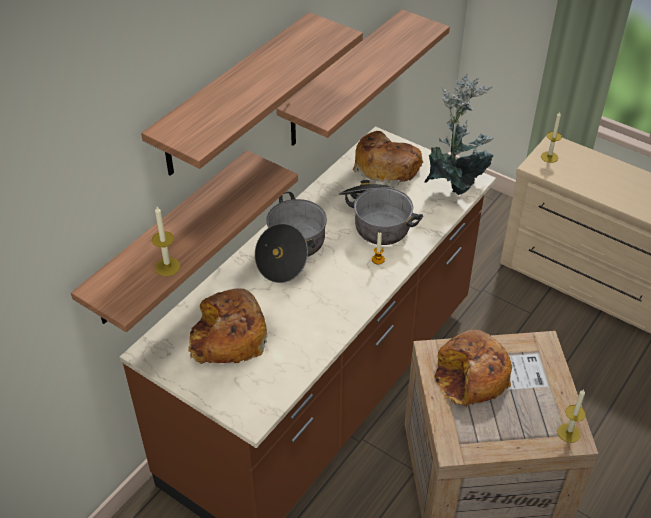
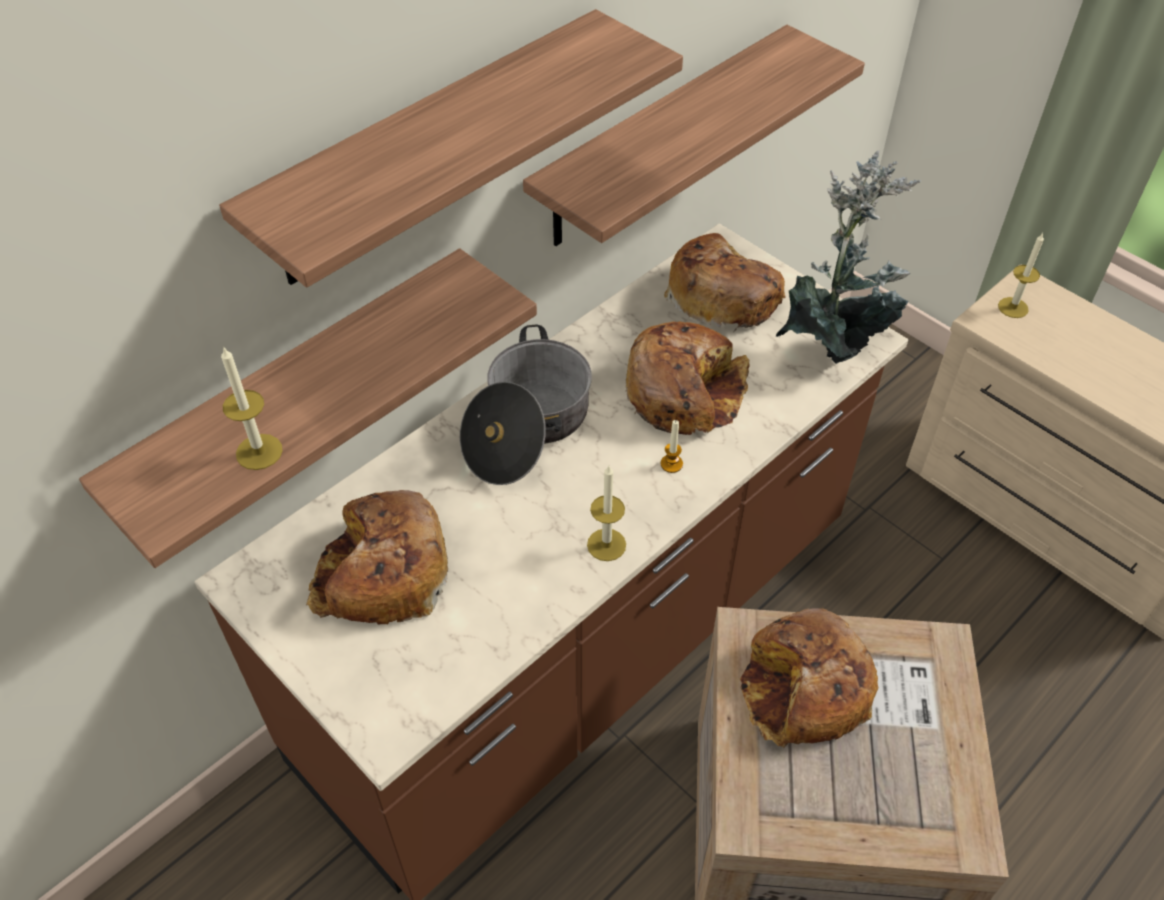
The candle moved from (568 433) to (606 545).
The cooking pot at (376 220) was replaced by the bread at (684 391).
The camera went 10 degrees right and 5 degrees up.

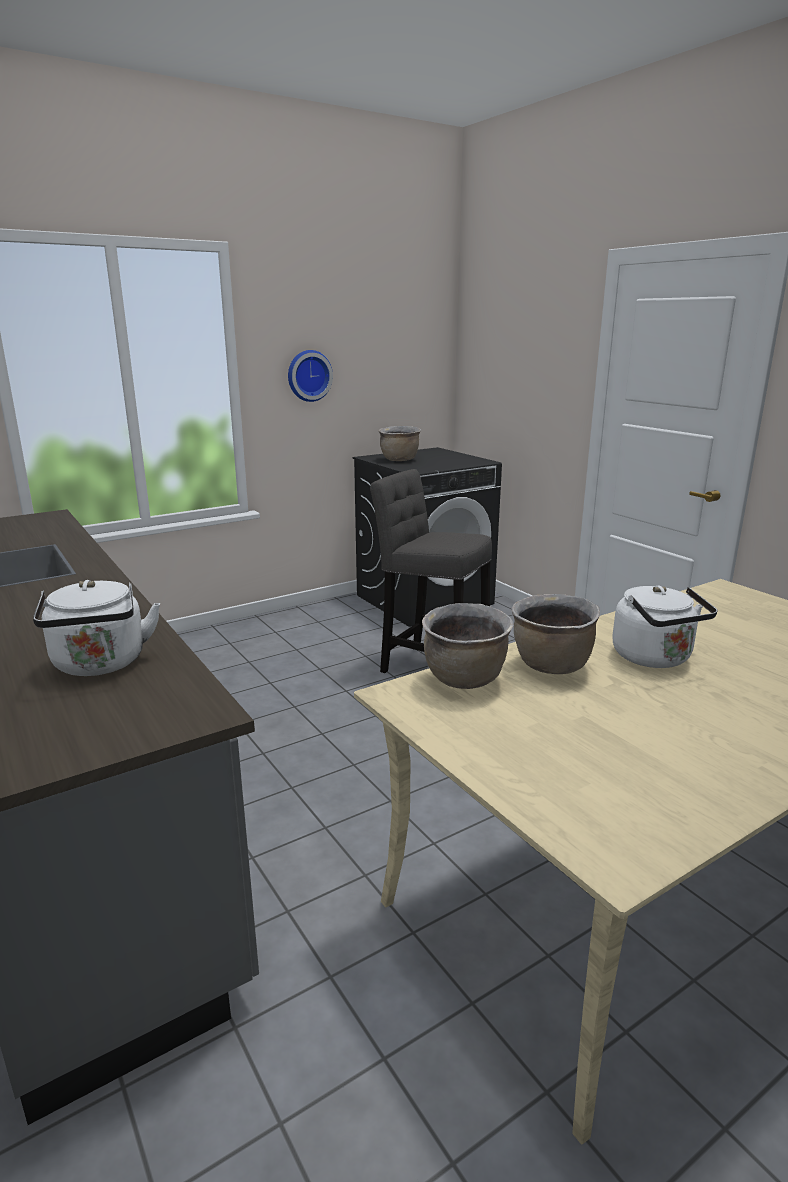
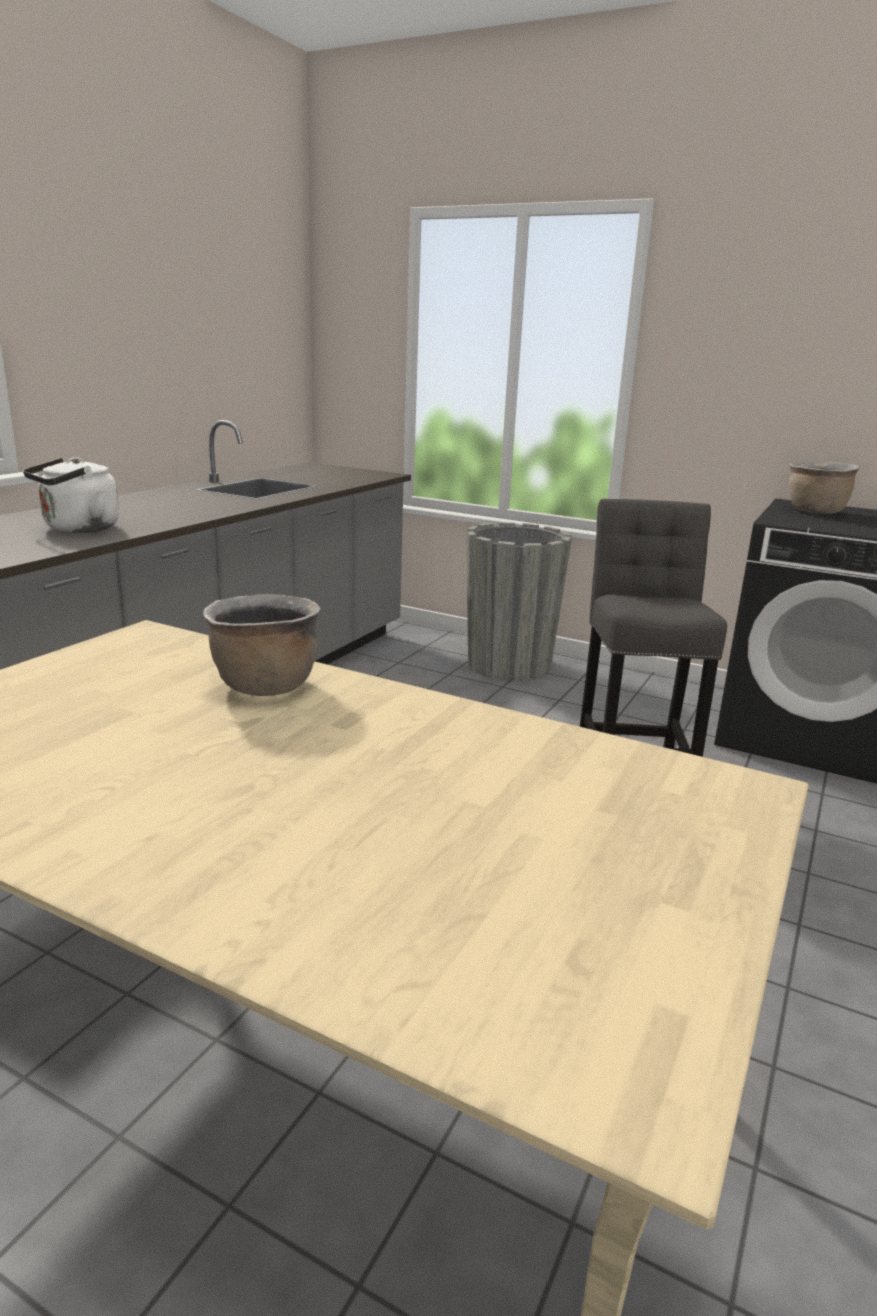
The grey planter at (509 665) appeared.
The wall clock at (308 375) disappeared.
The brown cooking pot at (465 679) disappeared.
The white kettle at (655 658) disappeared.
The camera went 60 degrees right and 0 degrees up.

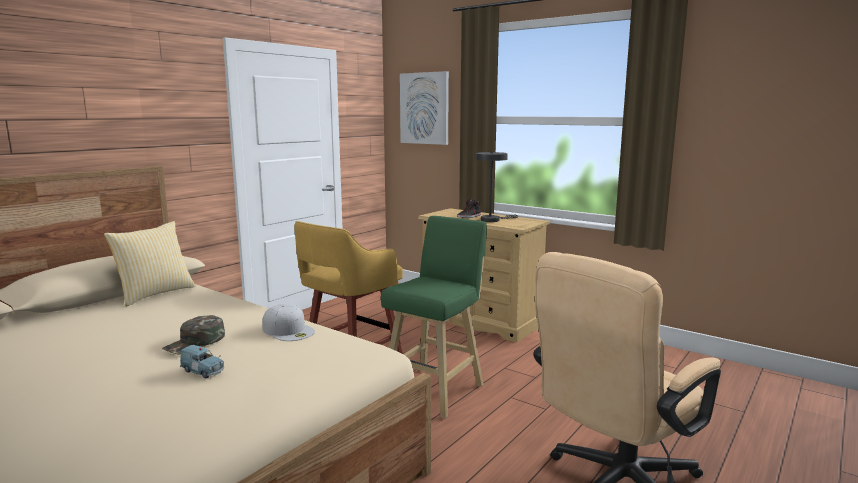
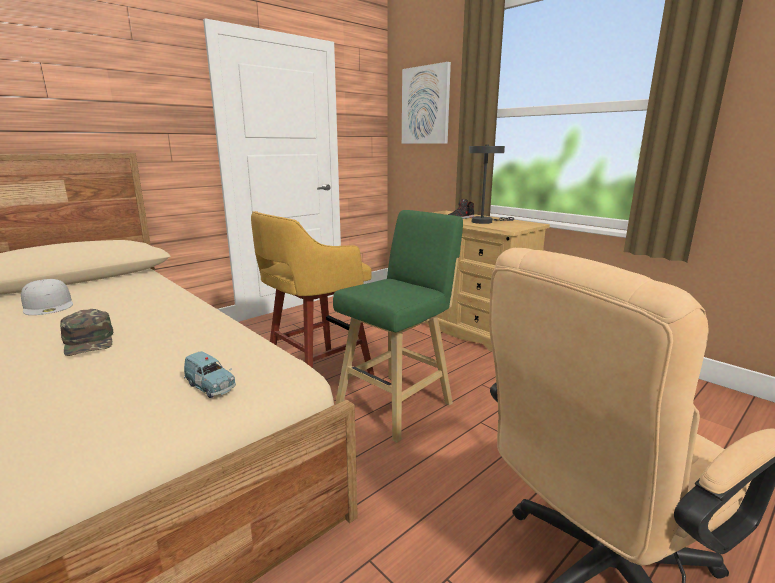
The white cap moved from (289 330) to (49 305).
The green cap at (195 343) turned 75 degrees counterclockwise.
The blue toy car moved from (203 371) to (211 386).
The pillow at (154 294) disappeared.
The camera went 10 degrees right and 5 degrees up.

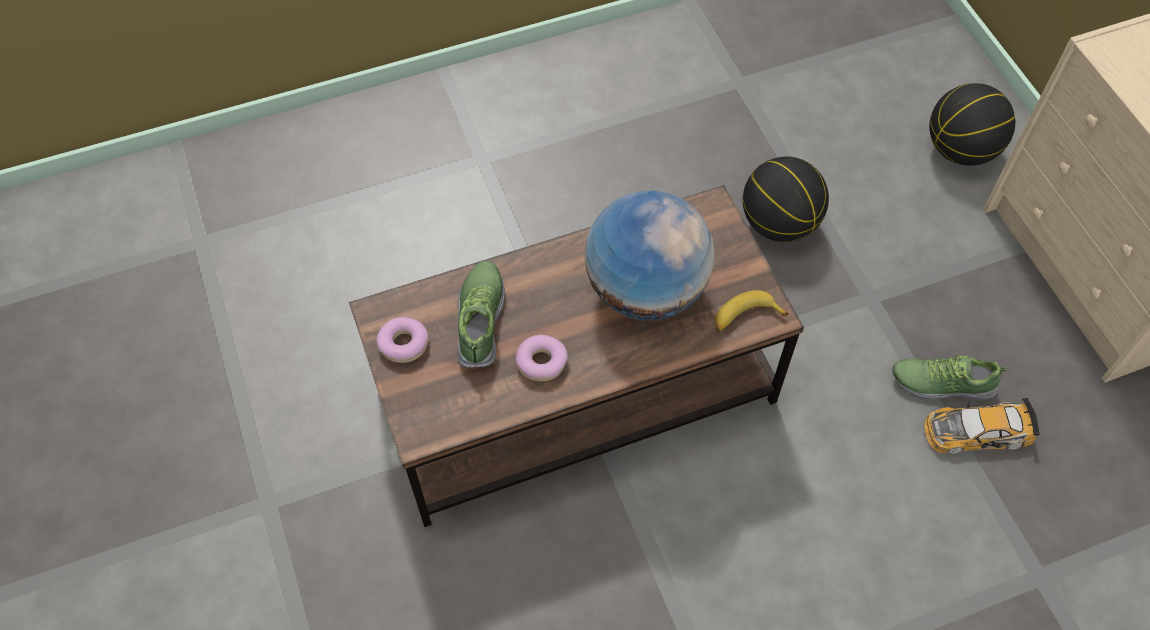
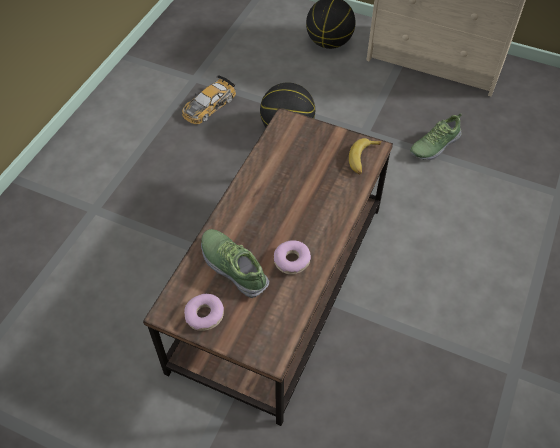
The toy car moved from (976 431) to (208 106).
The globe at (645 289) disappeared.
The camera went 45 degrees left and 5 degrees down.

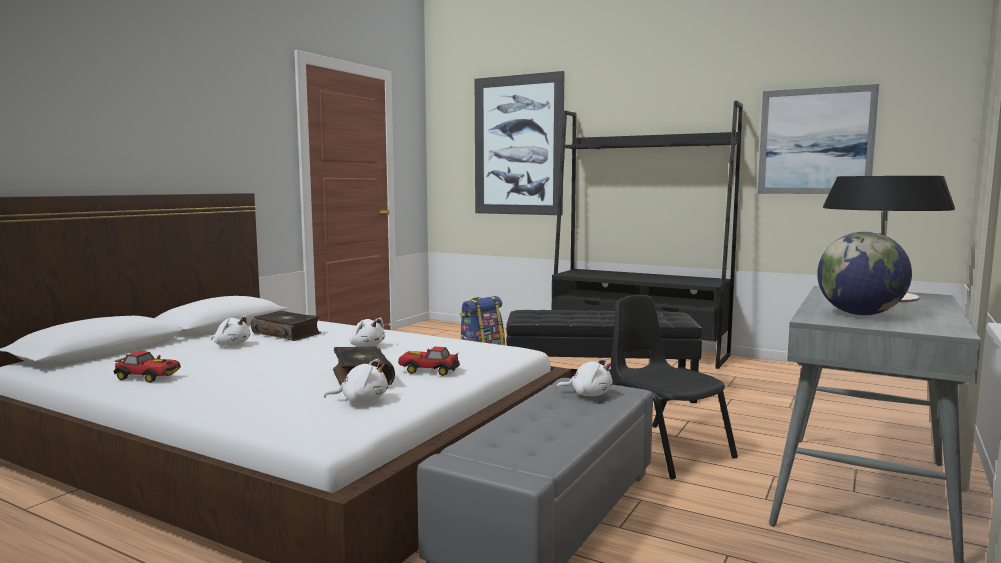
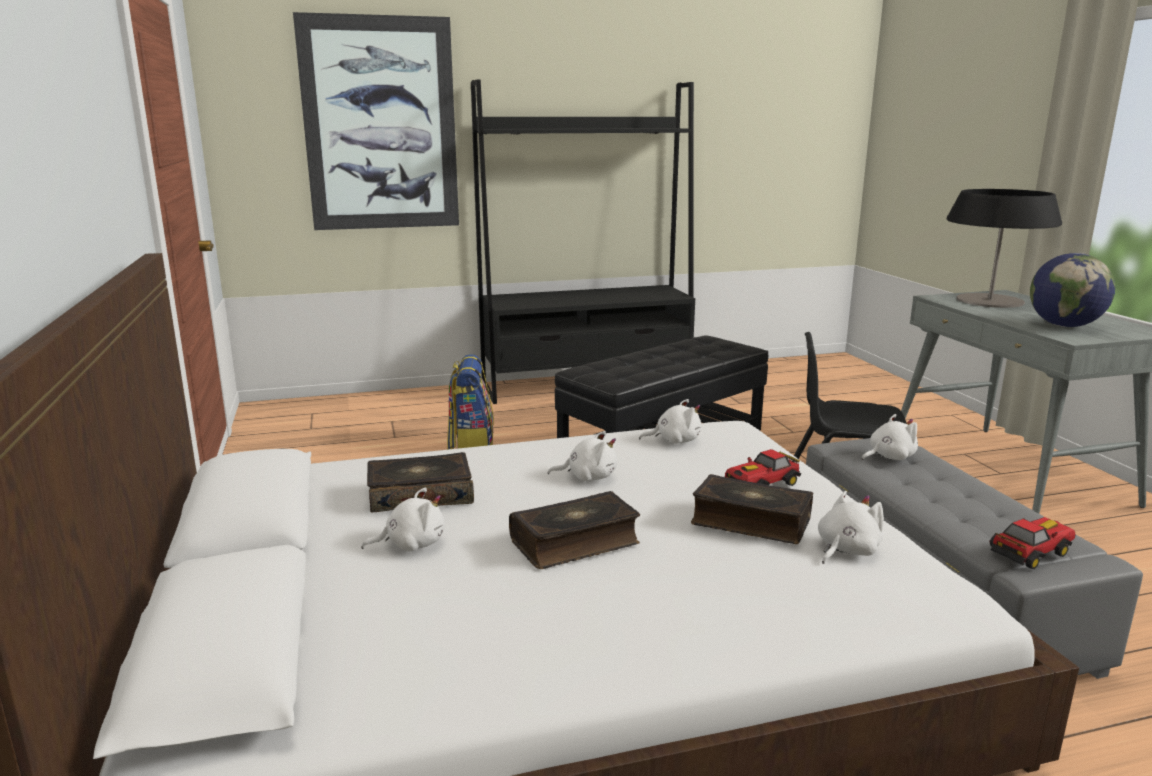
The book at (575 542) appeared.
The white plush toy at (674 440) appeared.
The toy car moved from (148 377) to (1031 552).
The picture at (815 141) disappeared.
The camera went 45 degrees left and 10 degrees up.

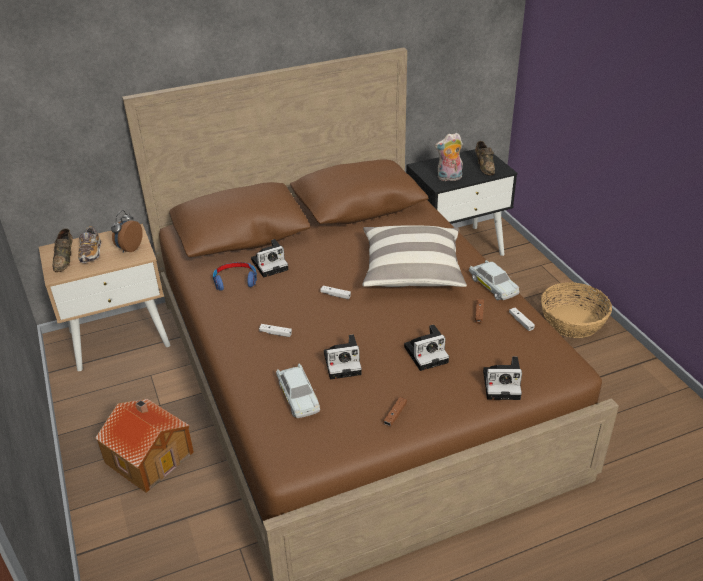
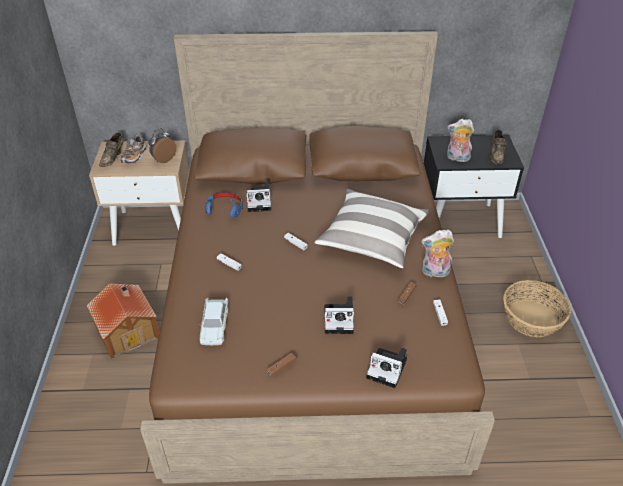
The white toy car at (493 286) was replaced by the plush toy at (434 273).
The photo camera at (344 363) disappeared.
The camera went 20 degrees right and 5 degrees up.

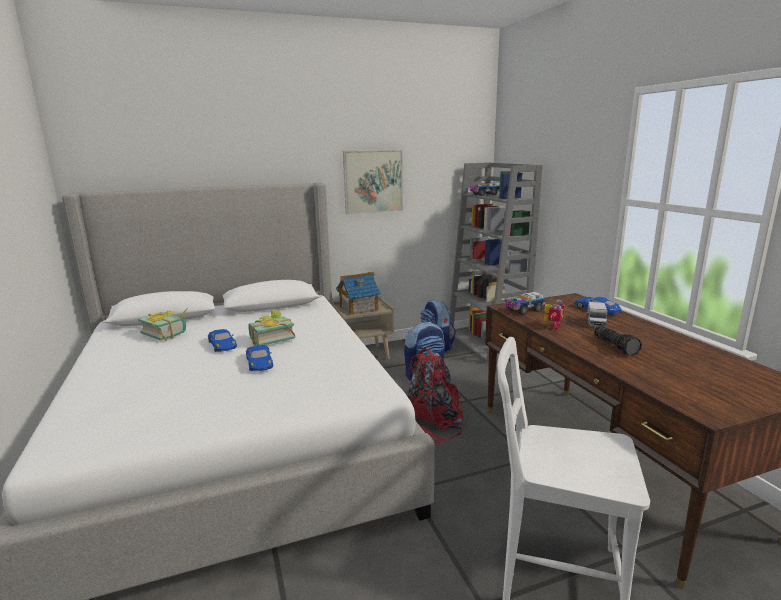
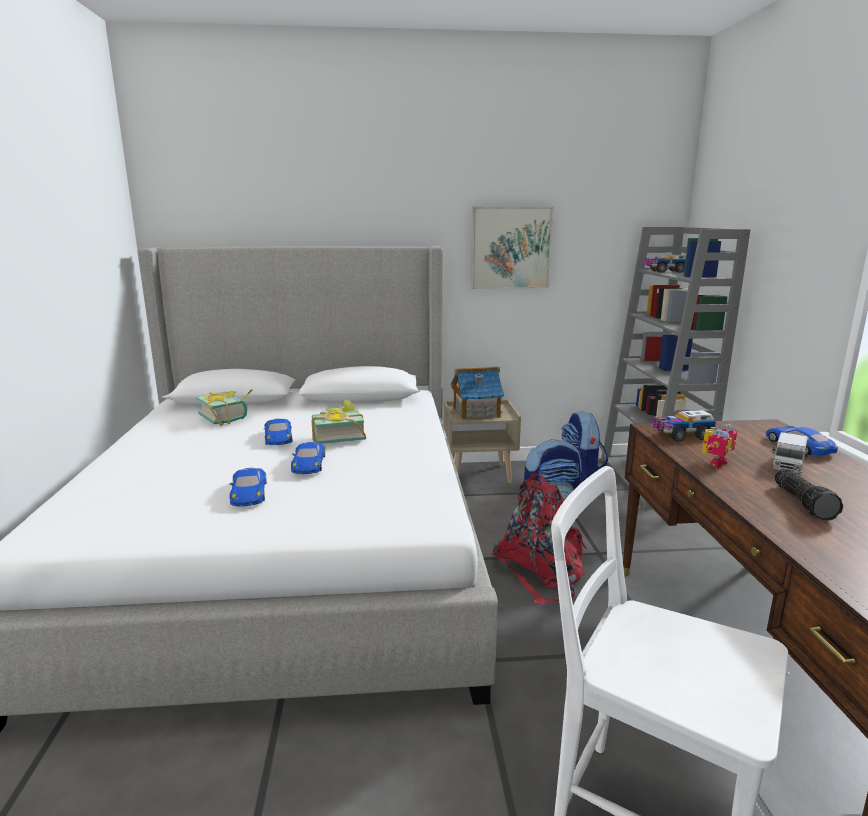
The blue toy car at (249 493) appeared.
The camera went 15 degrees right and 0 degrees up.

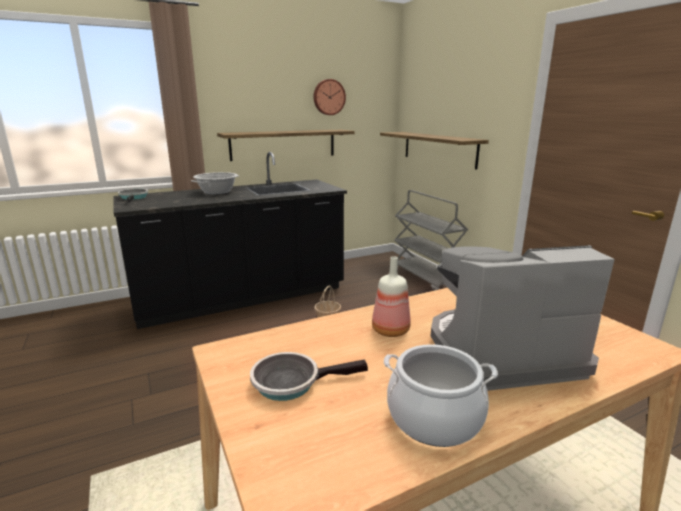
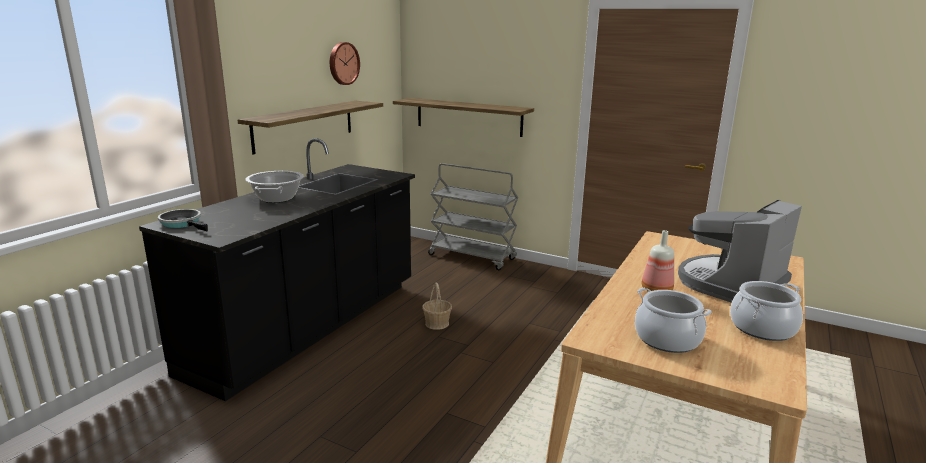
The frying pan at (291 382) was replaced by the cooking pot at (667 339).
The camera went 35 degrees left and 0 degrees up.

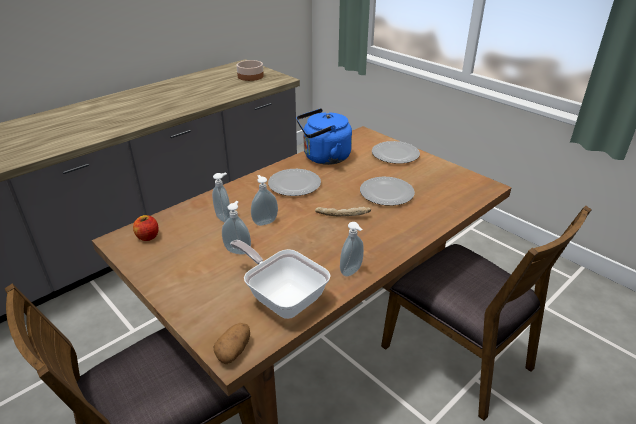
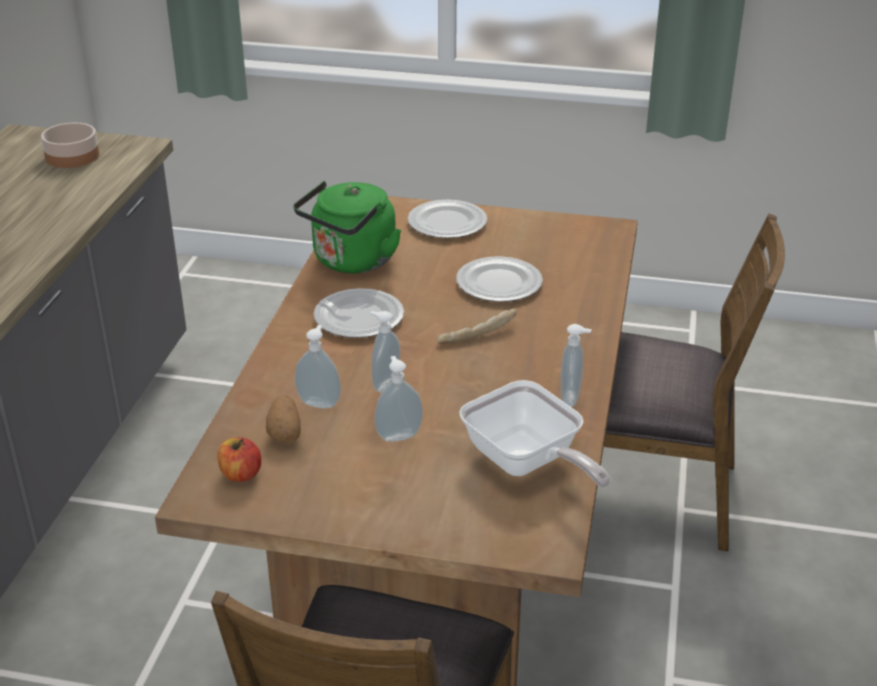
The potato moved from (234 351) to (285 432).
The blue kettle at (324 157) became the green kettle at (351 262).
The frying pan at (282 297) turned 135 degrees counterclockwise.
The camera went 35 degrees left and 0 degrees up.

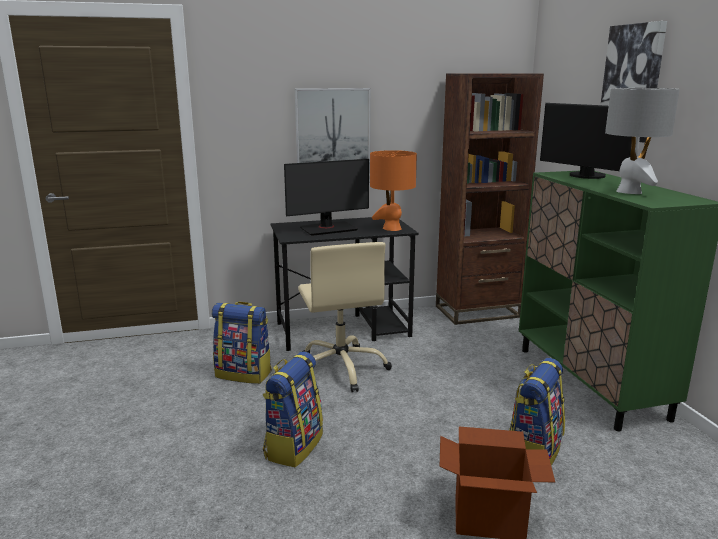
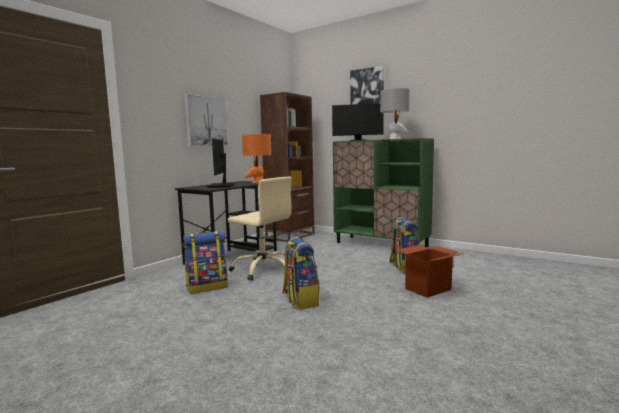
The monitor at (328 229) turned 150 degrees clockwise.
The camera went 40 degrees left and 10 degrees down.

